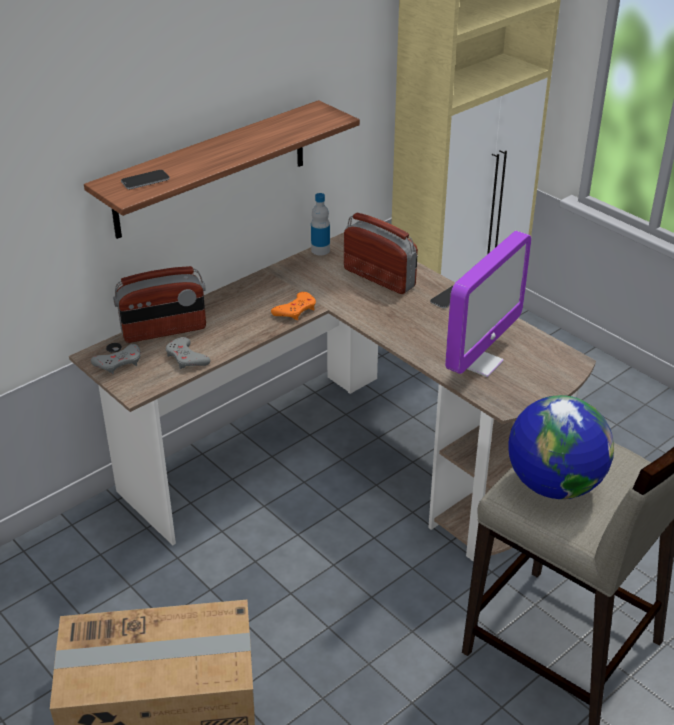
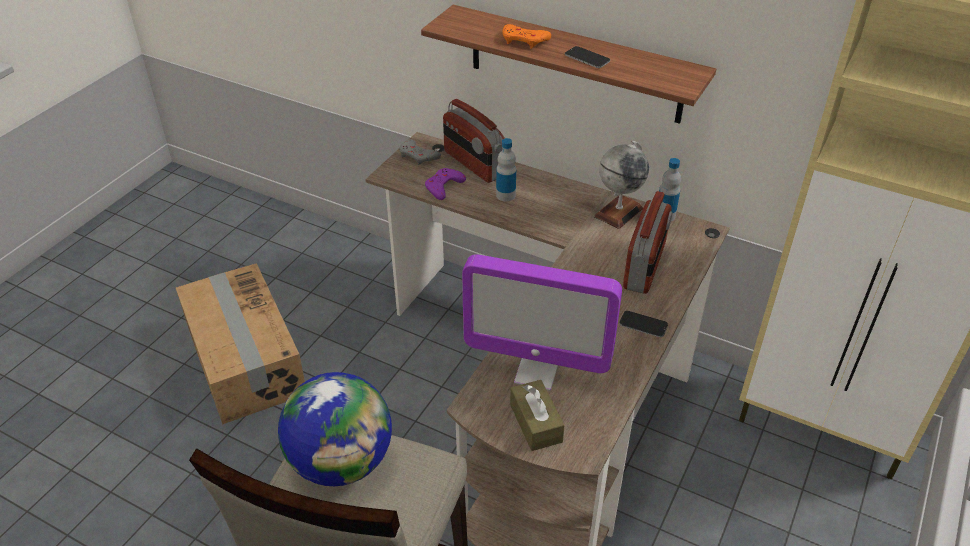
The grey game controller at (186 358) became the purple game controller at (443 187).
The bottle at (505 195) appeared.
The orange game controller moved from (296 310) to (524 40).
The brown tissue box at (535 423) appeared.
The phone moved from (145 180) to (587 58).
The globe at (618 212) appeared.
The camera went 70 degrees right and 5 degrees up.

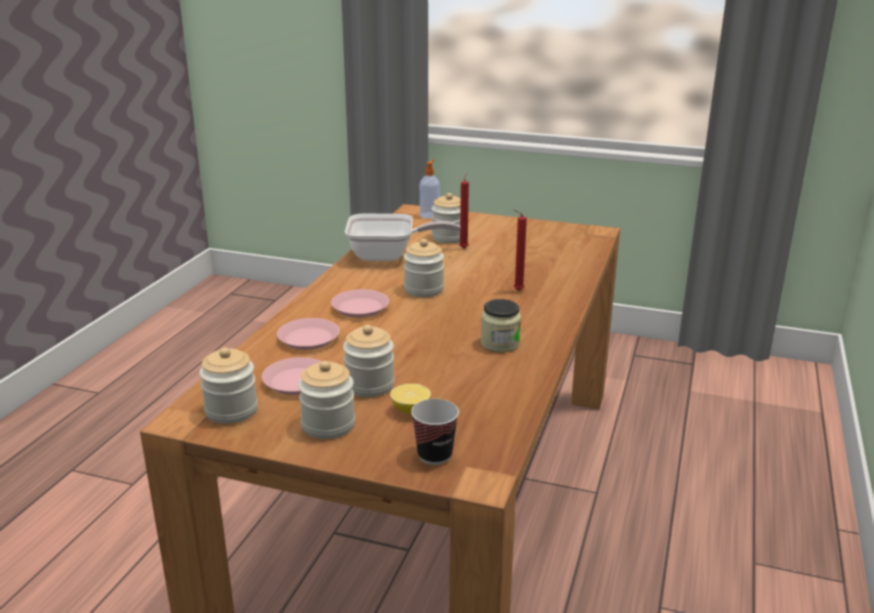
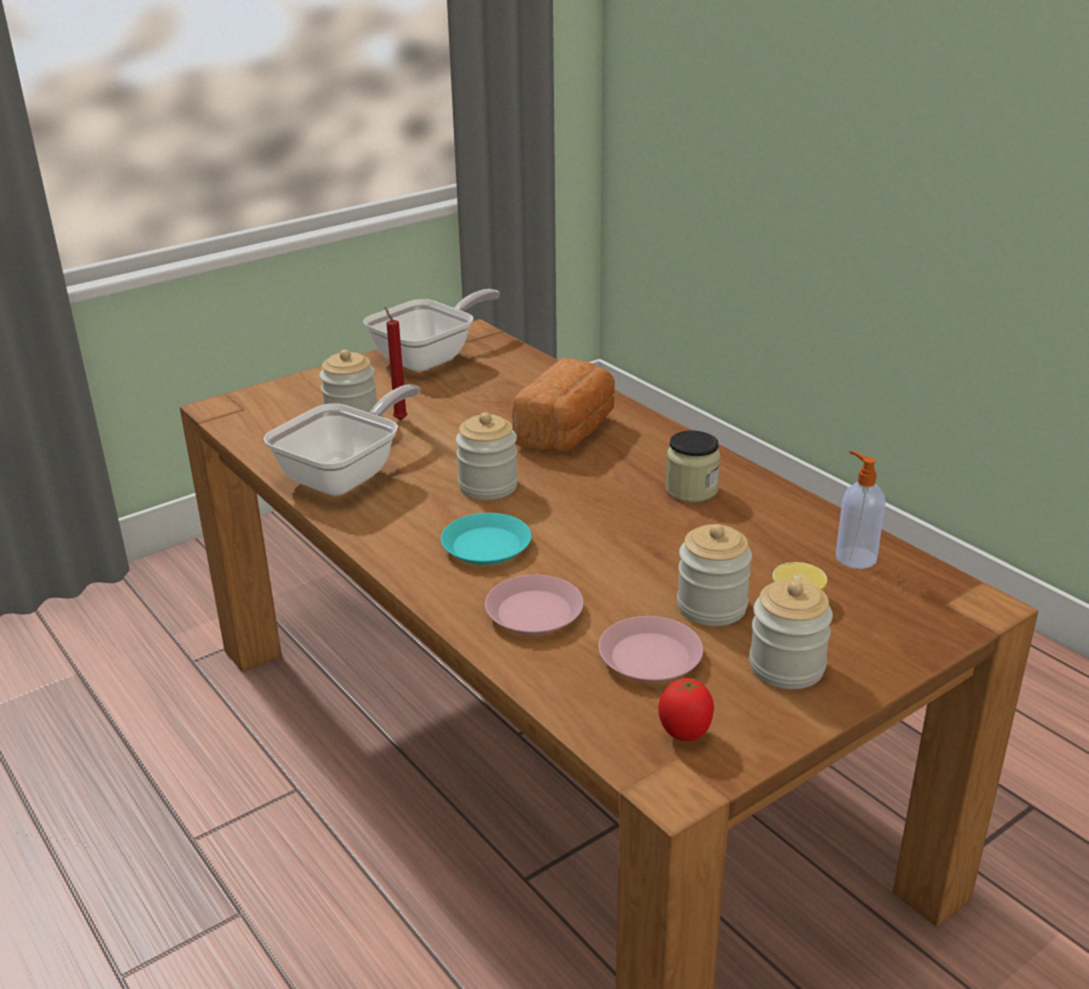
The frying pan at (431 357) appeared.
The pink plate at (360 308) became the turquoise plate at (487 546).
The red candle at (517 291) was replaced by the bread at (568 432).
The jar at (231 410) was replaced by the tomato at (685 734).
The soap dispenser moved from (429 215) to (854 557).
The cup at (434 455) disappeared.
The camera went 55 degrees left and 5 degrees up.

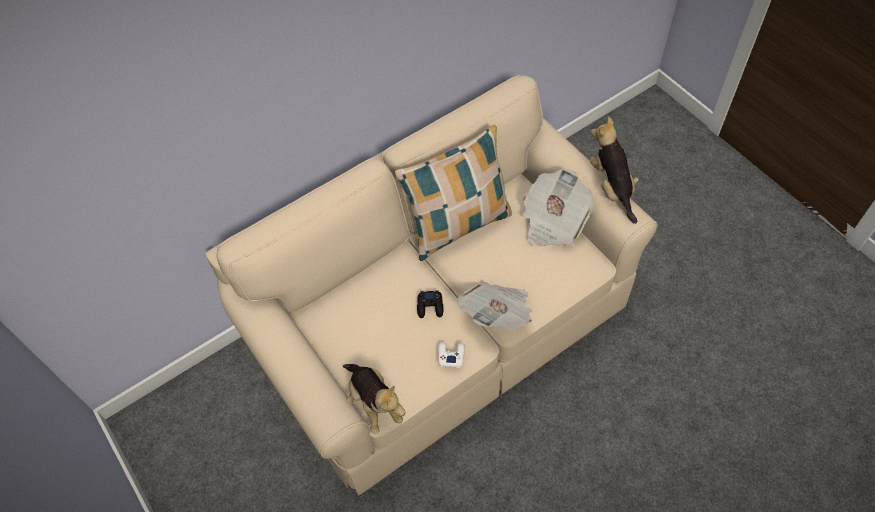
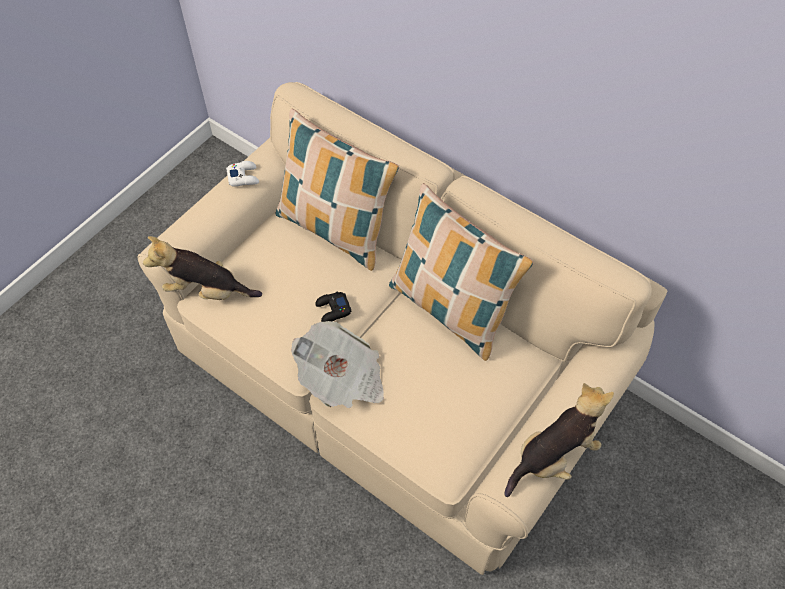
The plush toy at (373 403) turned 60 degrees clockwise.
The white game controller moved from (451 355) to (243 177).
The pillow at (335 229) appeared.
The newspaper at (553 221) disappeared.
The camera went 70 degrees right and 0 degrees up.

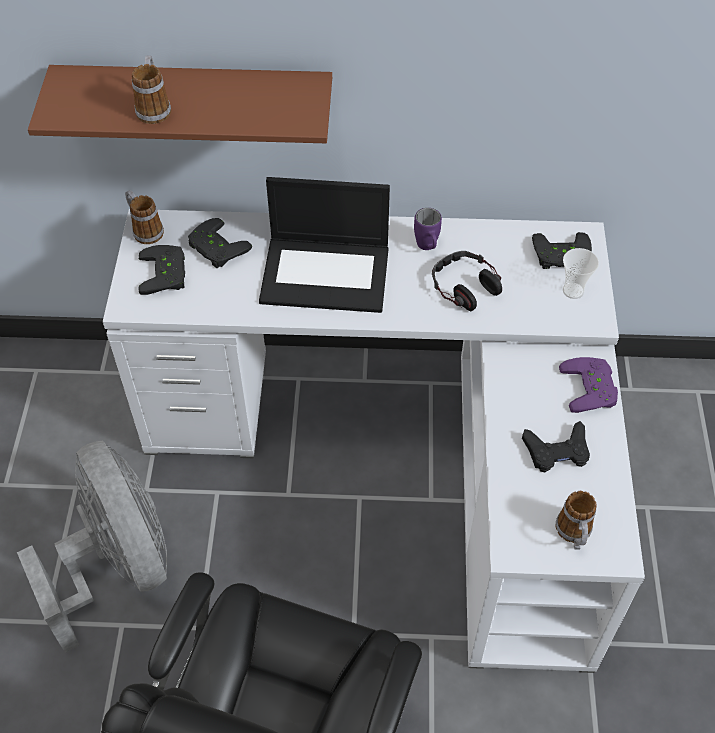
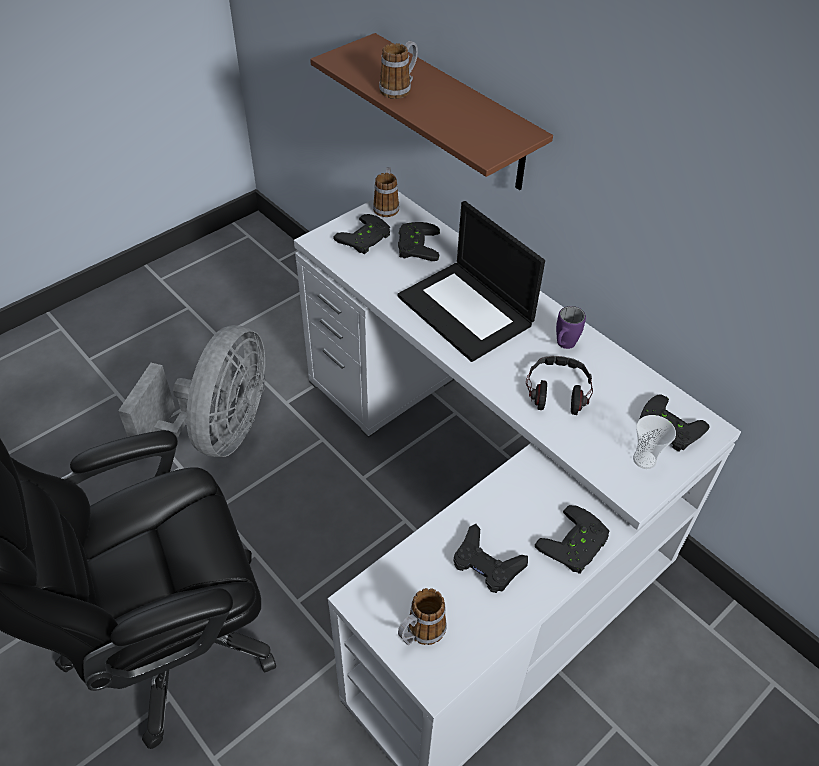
The purple game controller at (592 388) became the black game controller at (576 545).
The camera went 45 degrees right and 5 degrees down.

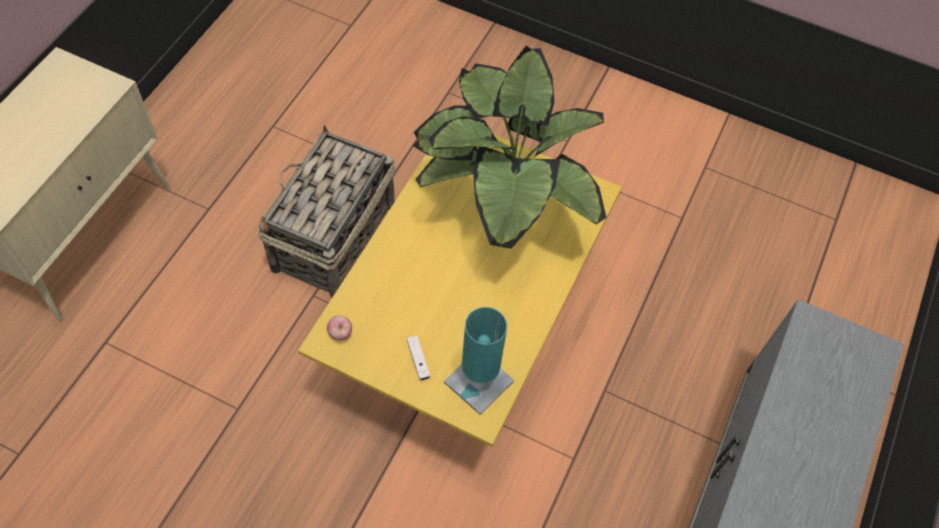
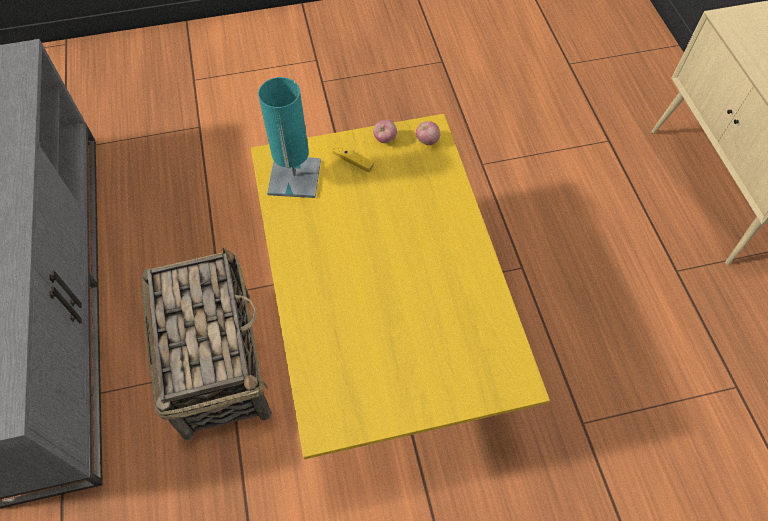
The basket moved from (333 238) to (218 361).
The white game controller at (418 360) became the yellow game controller at (353 161).
The apple at (385 139) appeared.
The potted plant at (502 210) disappeared.
The camera went 145 degrees right and 0 degrees up.

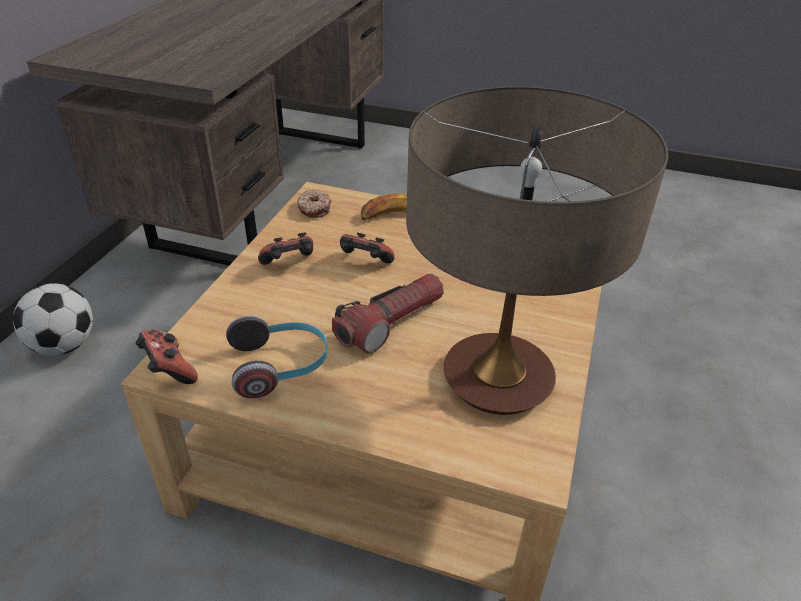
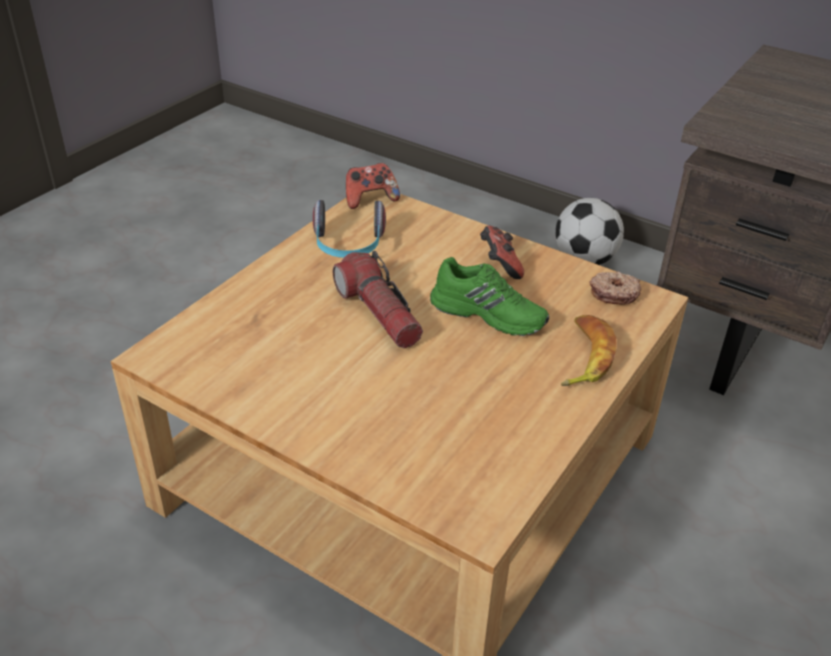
The game controller at (364 263) was replaced by the green shoe at (489 313).
The table lamp at (498 379) disappeared.
The camera went 105 degrees right and 0 degrees up.

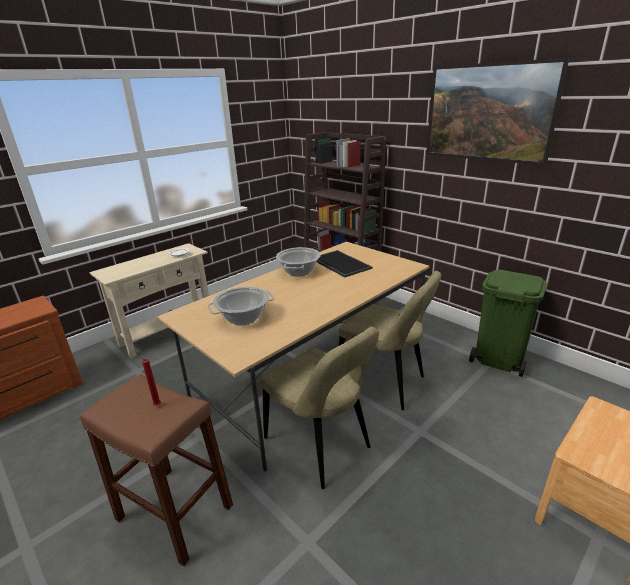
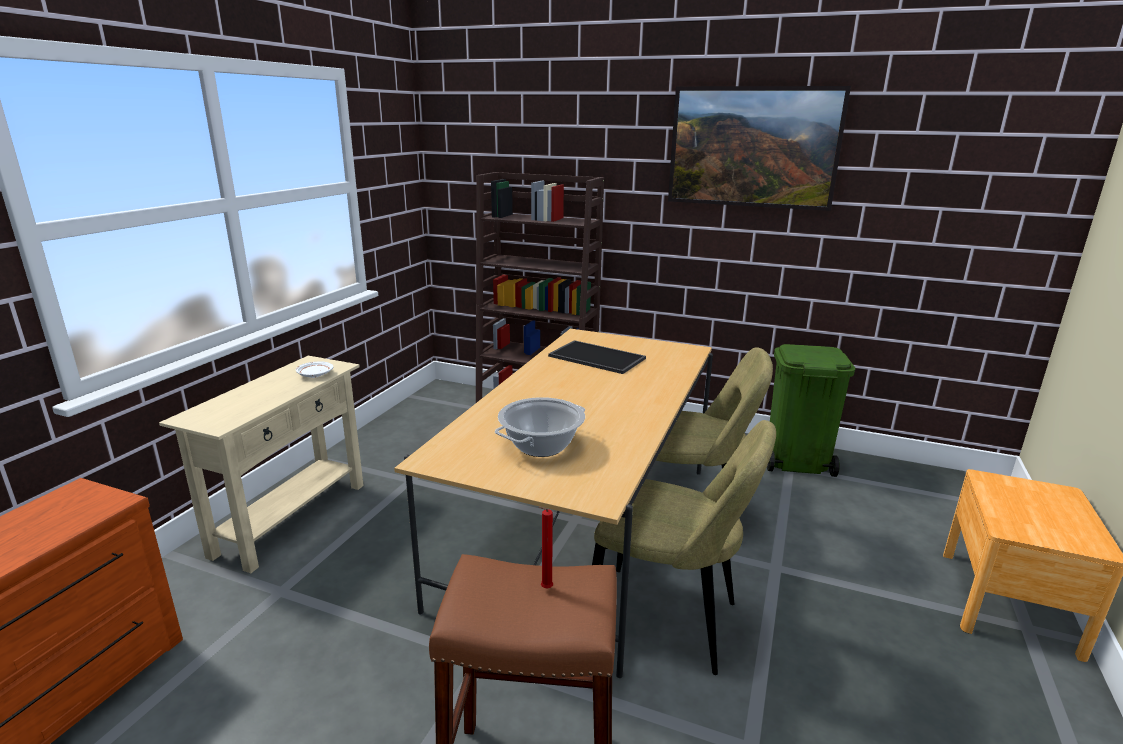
The cooking pot at (299 271) disappeared.
The camera went 25 degrees left and 5 degrees down.

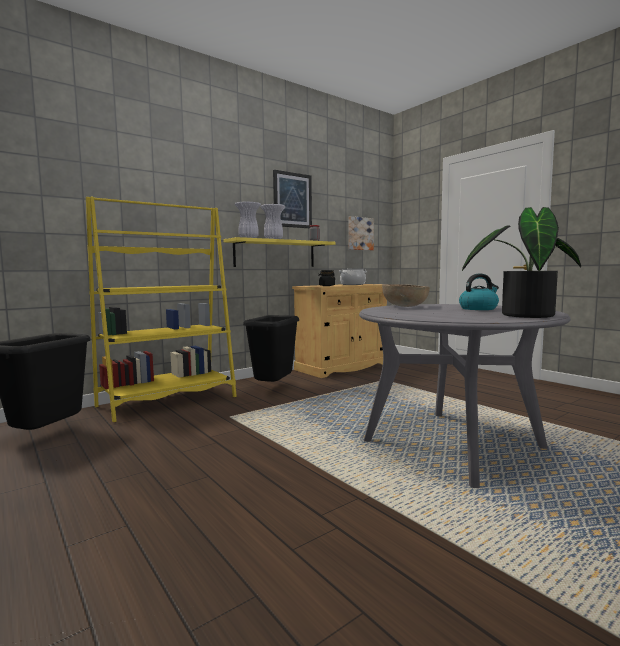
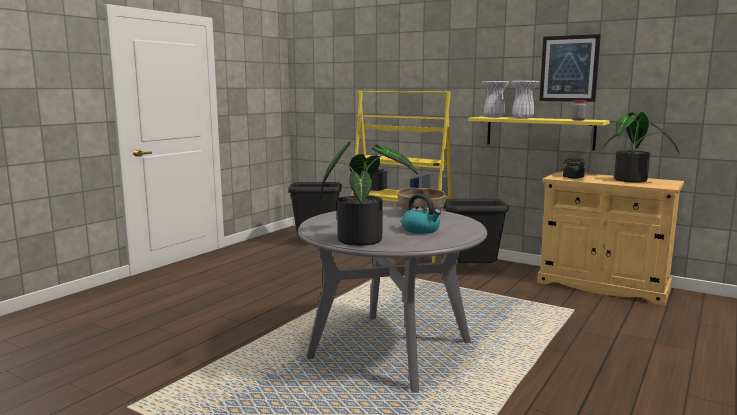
The cooking pot at (352 284) was replaced by the potted plant at (633 181).
The picture at (359 233) disappeared.
The camera went 70 degrees right and 5 degrees up.

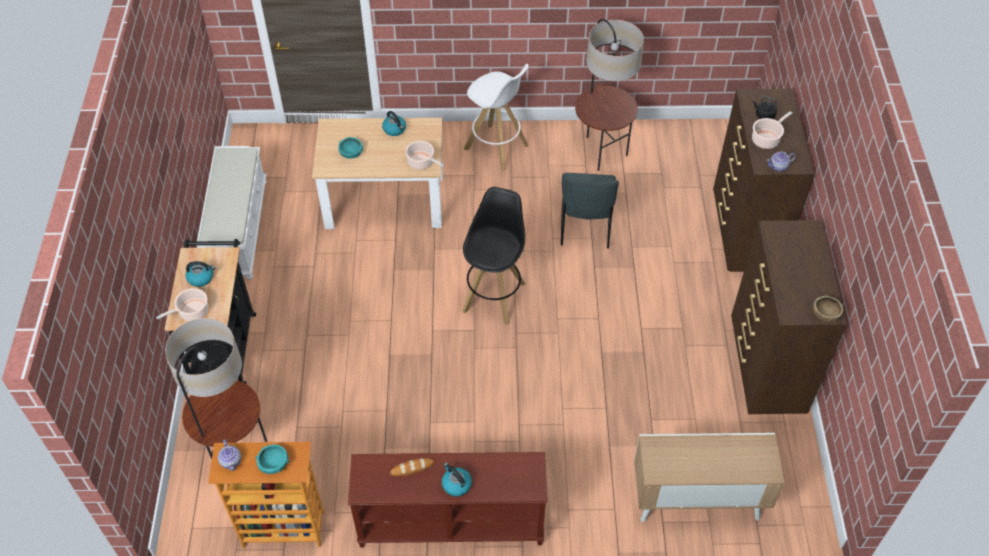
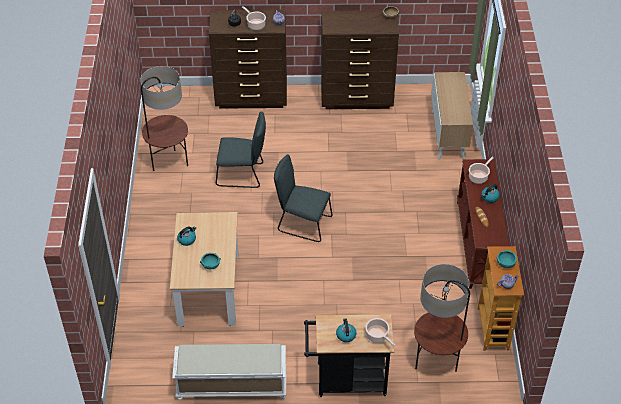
The black stool at (494 296) was replaced by the grey chair at (302 223).
The cooking pot moved from (422 162) to (479 177).
The white stool at (497 147) disappeared.
The camera went 90 degrees left and 5 degrees down.

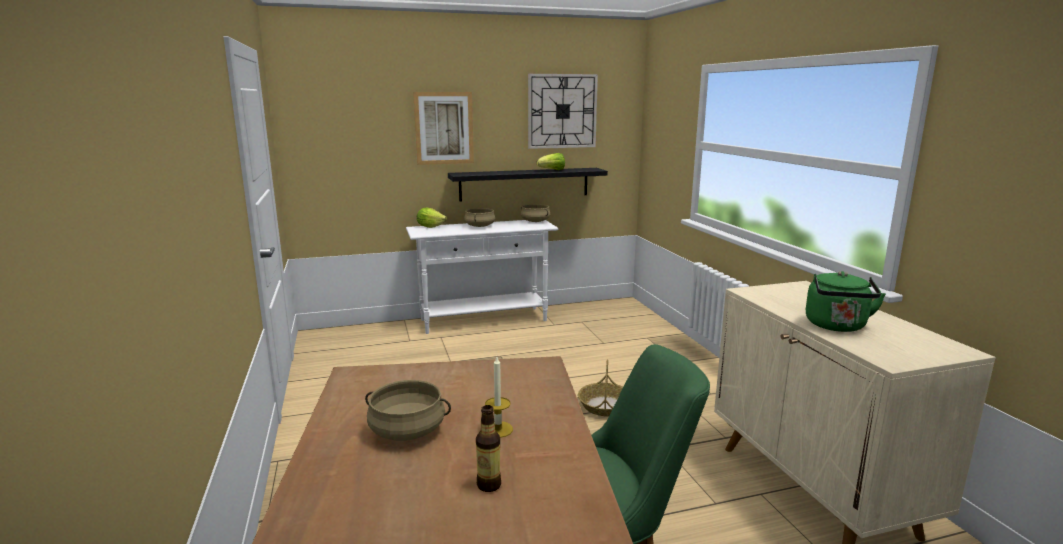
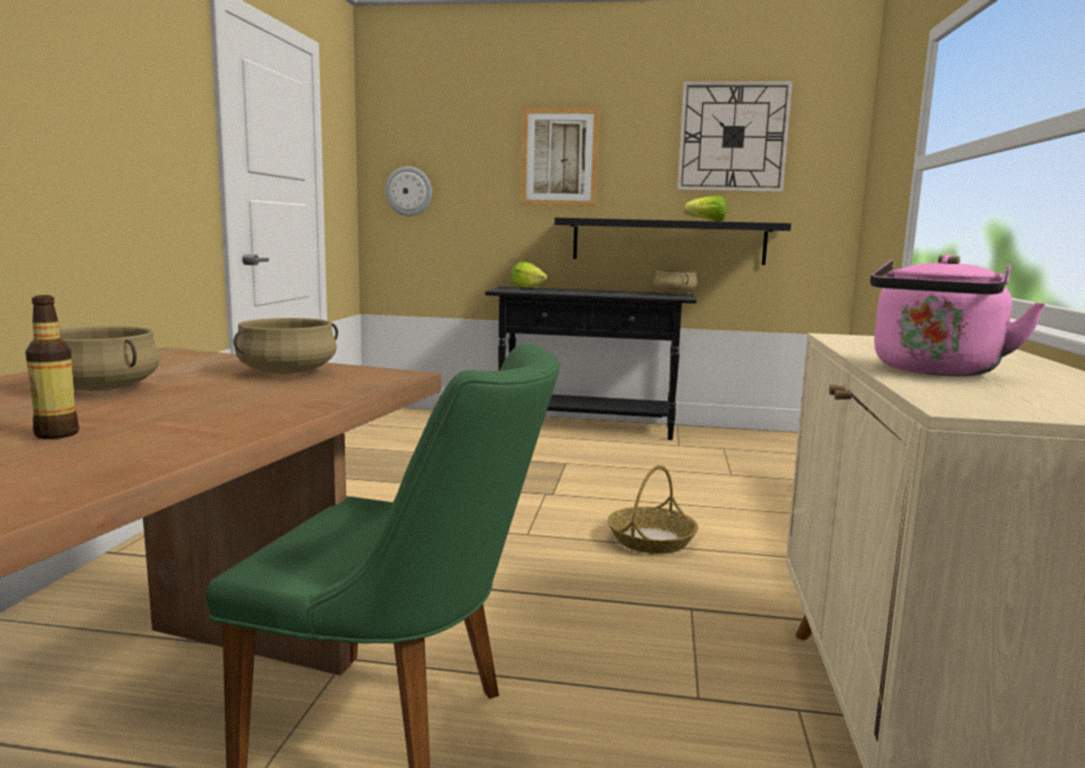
The beige cooking pot moved from (480 226) to (287 372).
The wall clock at (409 191) appeared.
The white console table at (484 320) became the black console table at (587 427).
The green kettle at (837 326) became the pink kettle at (934 371).
The candle at (498 429) disappeared.
The camera went 25 degrees right and 5 degrees down.

